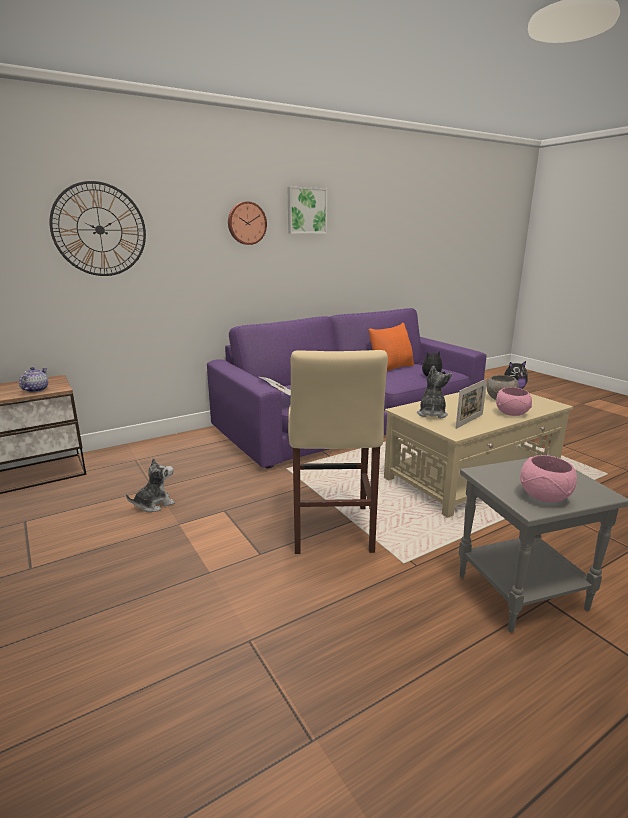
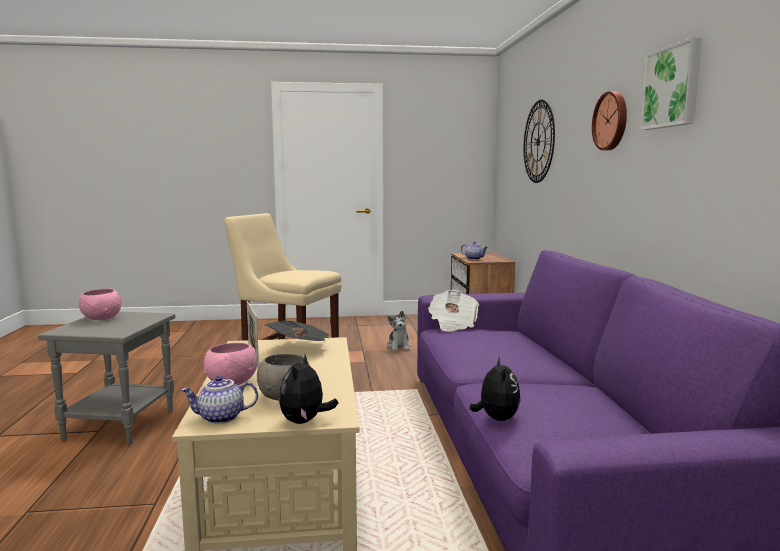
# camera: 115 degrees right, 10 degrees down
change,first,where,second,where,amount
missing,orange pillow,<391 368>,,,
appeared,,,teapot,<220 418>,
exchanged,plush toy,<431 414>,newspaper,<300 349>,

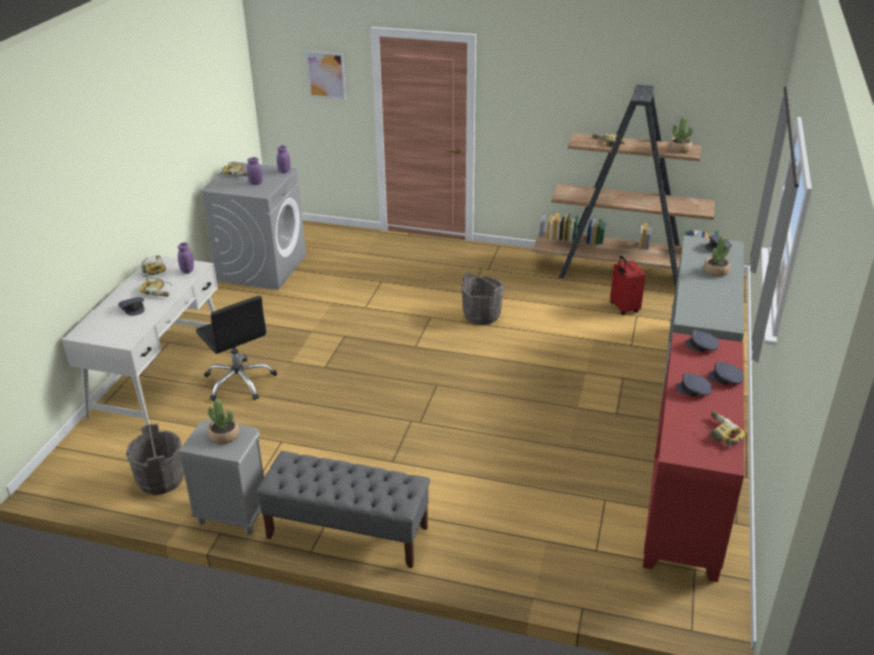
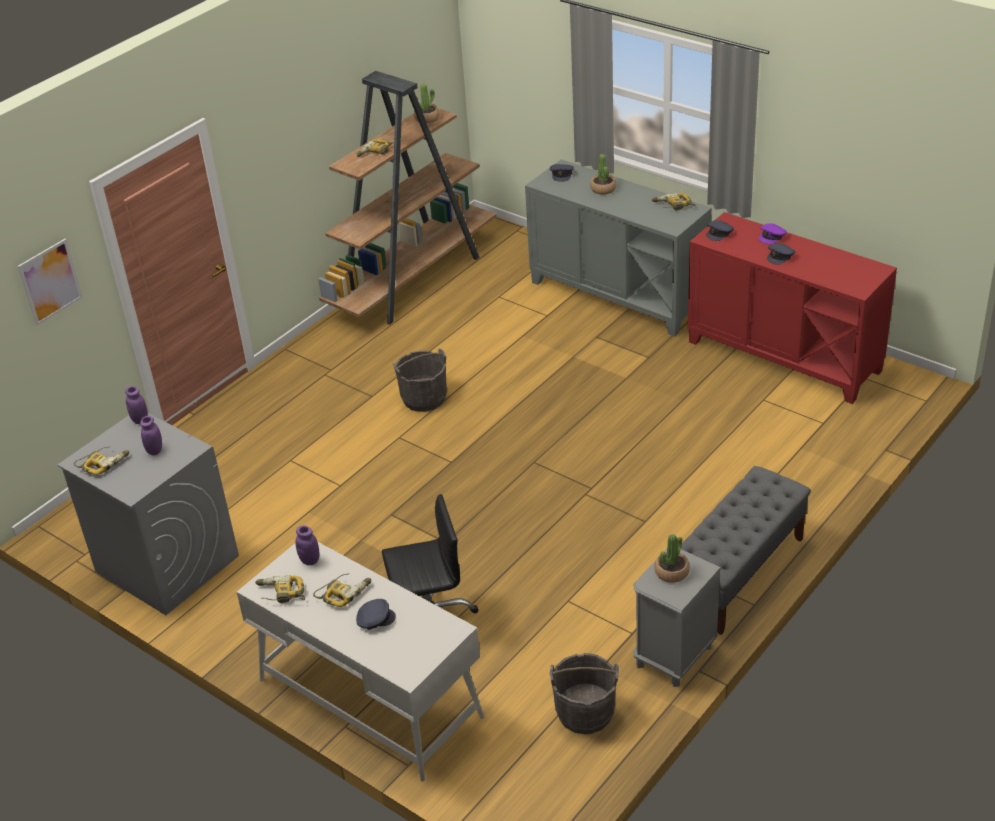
# camera: 65 degrees left, 5 degrees up
change,first,where,second,where,amount
missing,red suitcase,<623 308>,,,
relocated,power drill,<720 433>,,<673 206>,
colour,grey cap,<726 379>,purple cap,<772 236>,

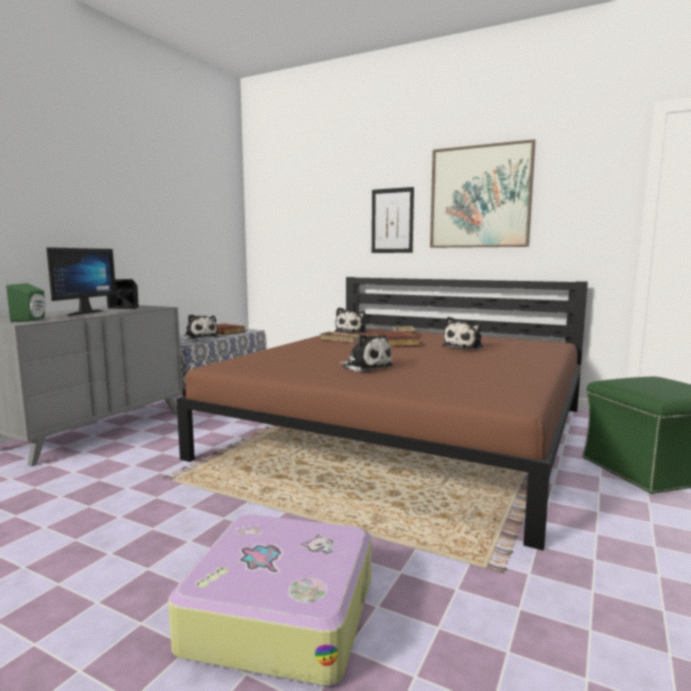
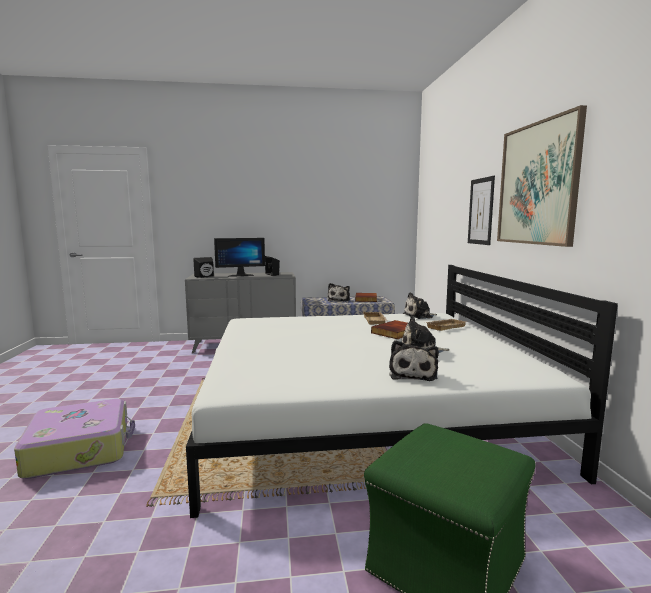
# camera: 55 degrees right, 0 degrees up
change,first,where,second,where,amount
relocated,plush toy,<365 367>,,<412 374>,
colour,green speaker,<31 319>,black speaker,<205 276>,
colour,brown bed,<406 431>,white bed,<364 413>,

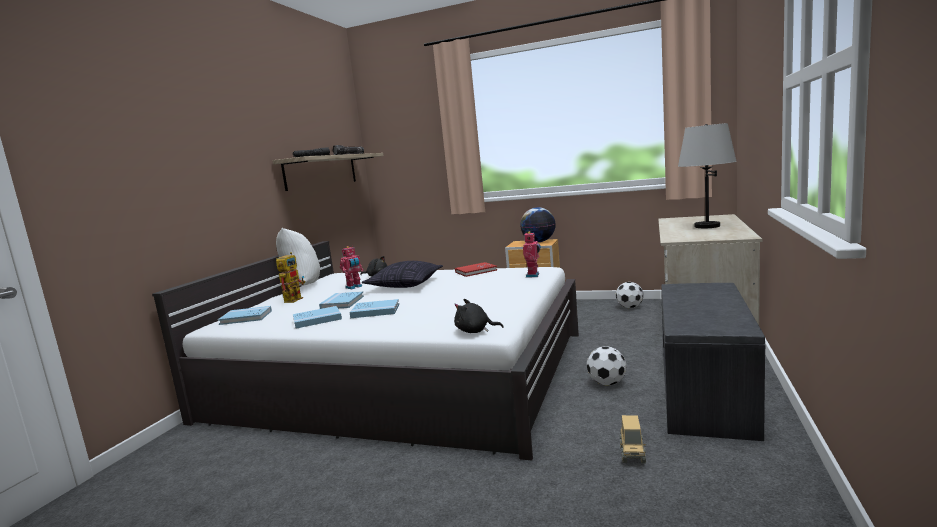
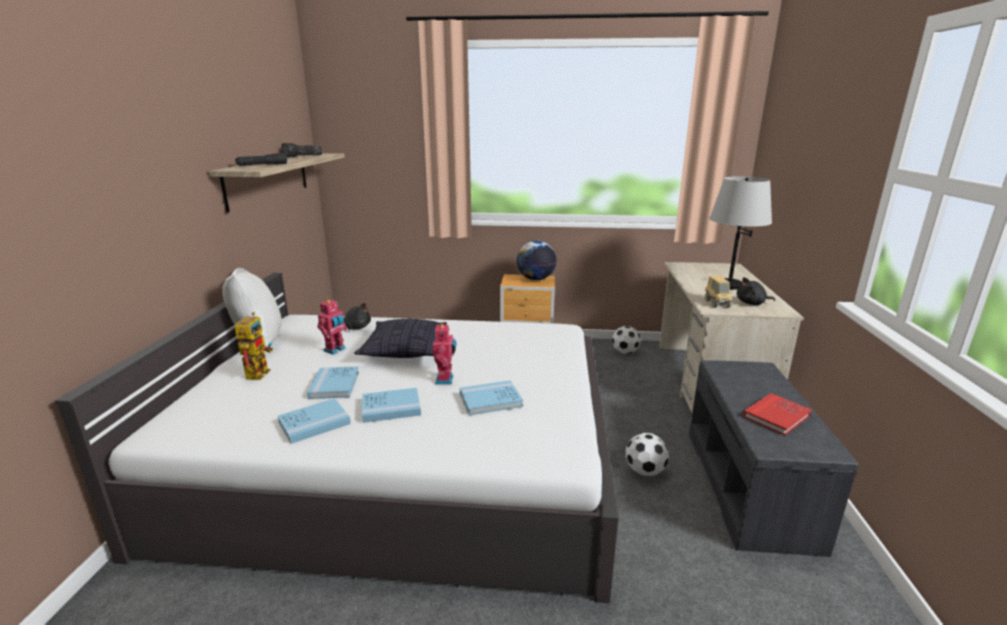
# camera: 15 degrees left, 10 degrees up
change,first,where,second,where,amount
relocated,blue book,<246 317>,,<490 400>,
relocated,black plush toy,<475 331>,,<752 303>,
relocated,red book,<476 271>,,<776 416>,
relocated,toy robot,<533 275>,,<446 380>,
relocated,toy truck,<632 454>,,<716 304>,

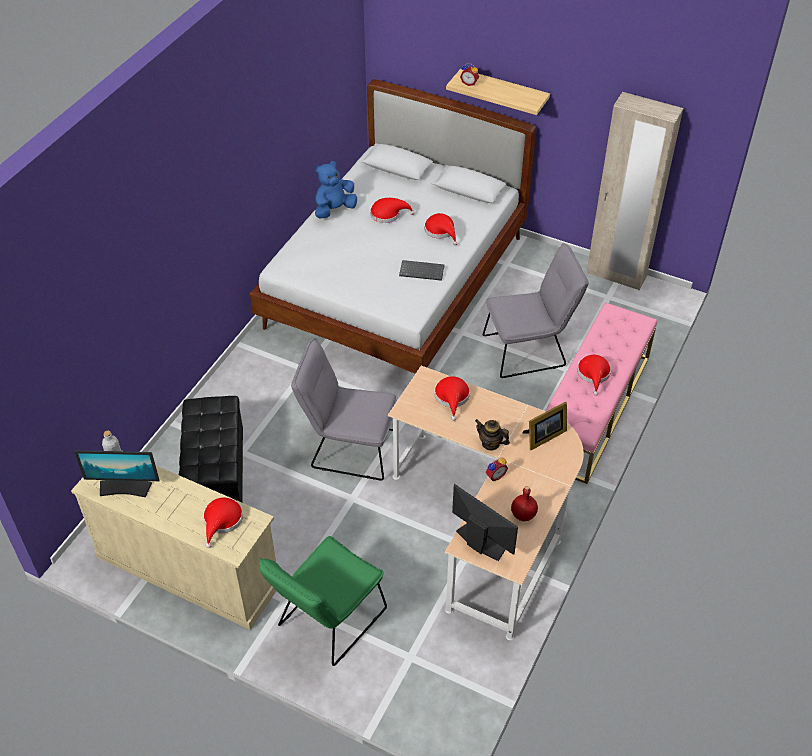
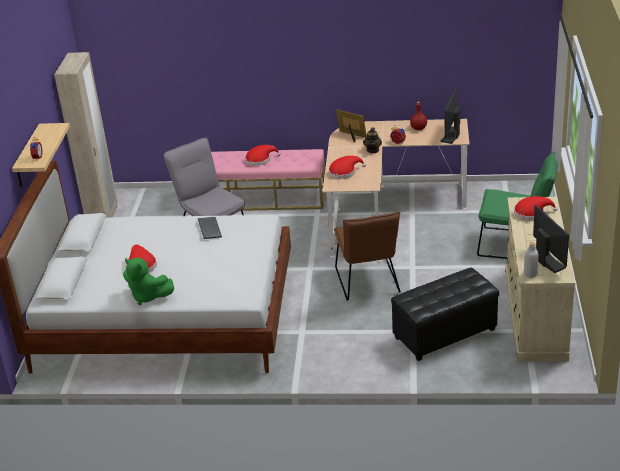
# camera: 110 degrees left, 15 degrees down
change,first,where,second,where,amount
missing,red hat,<441 231>,,,
colour,grey chair,<348 448>,brown chair,<368 283>,
colour,blue plush toy,<334 210>,green plush toy,<148 296>,

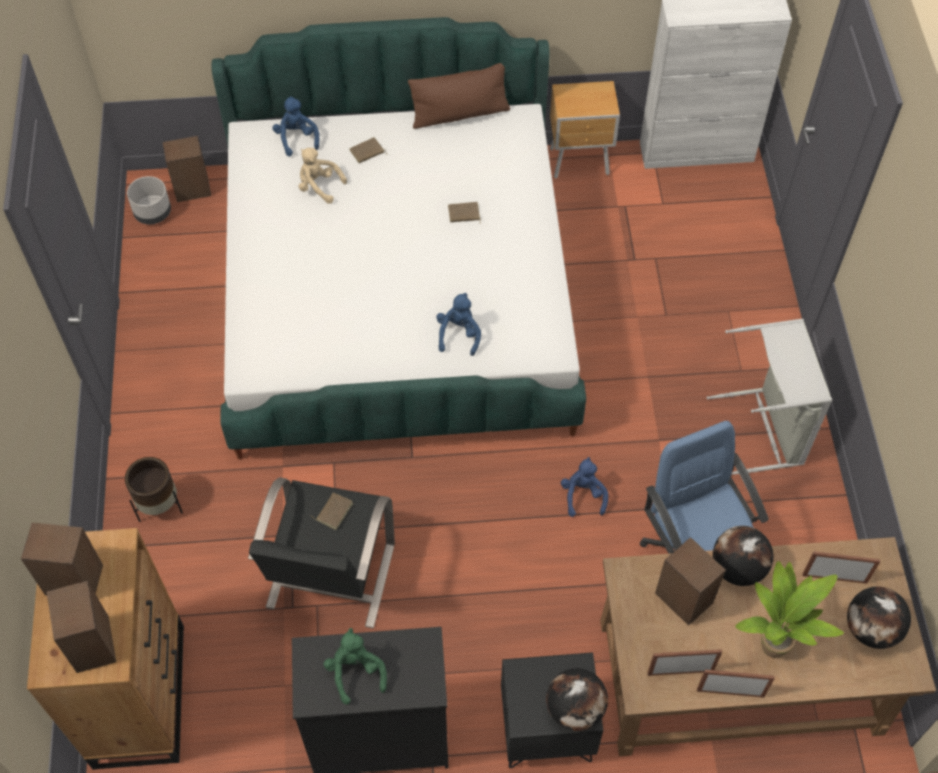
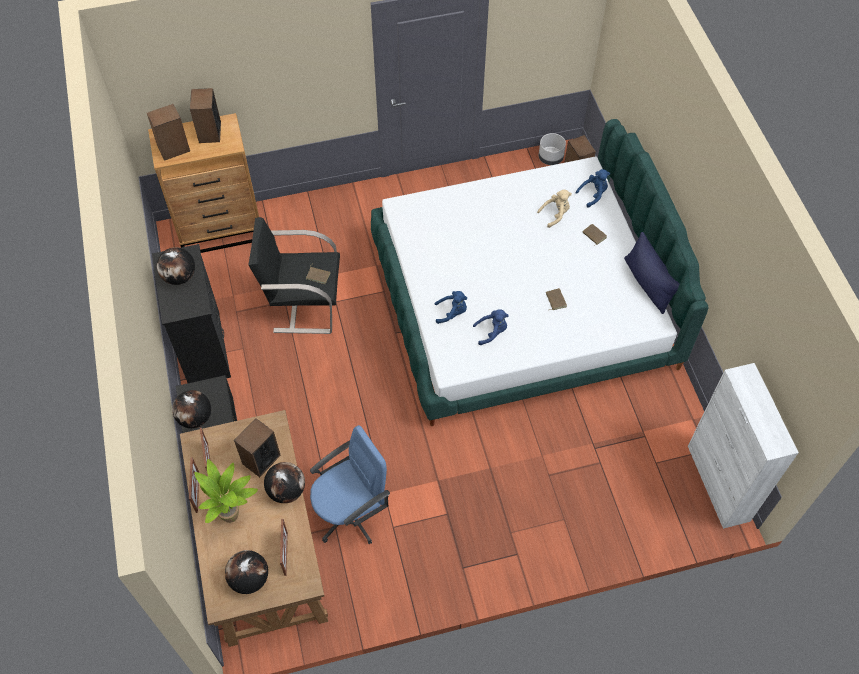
# camera: 80 degrees right, 0 degrees up
change,first,where,second,where,amount
missing,brown planter,<159 506>,,,
missing,brown nightstand,<581 162>,,,
missing,grey laundry basket,<766 429>,,,
relocated,blue plush toy,<583 495>,,<492 332>,
exchanged,green plush toy,<355 672>,globe,<180 277>,
colour,brown pillow,<460 114>,blue pillow,<647 284>,
spun,beige plush toy,<319 186>,,<555 214>,45 degrees clockwise

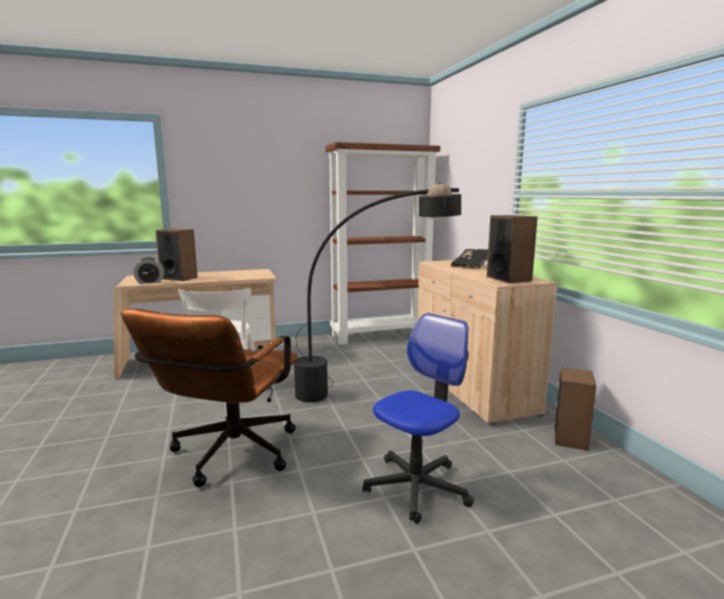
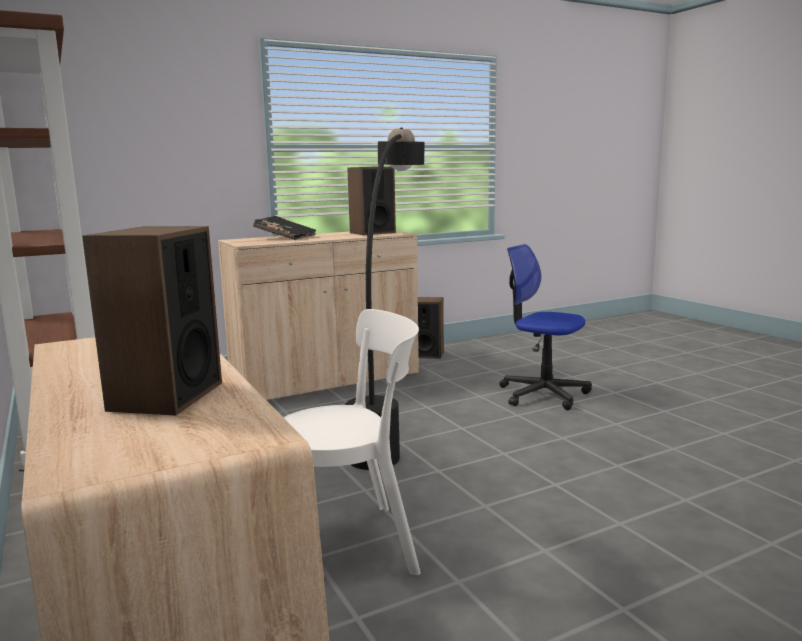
# camera: 100 degrees left, 0 degrees up
change,first,where,second,where,amount
missing,brown office chair,<228 457>,,,
missing,alarm clock,<150 282>,,,

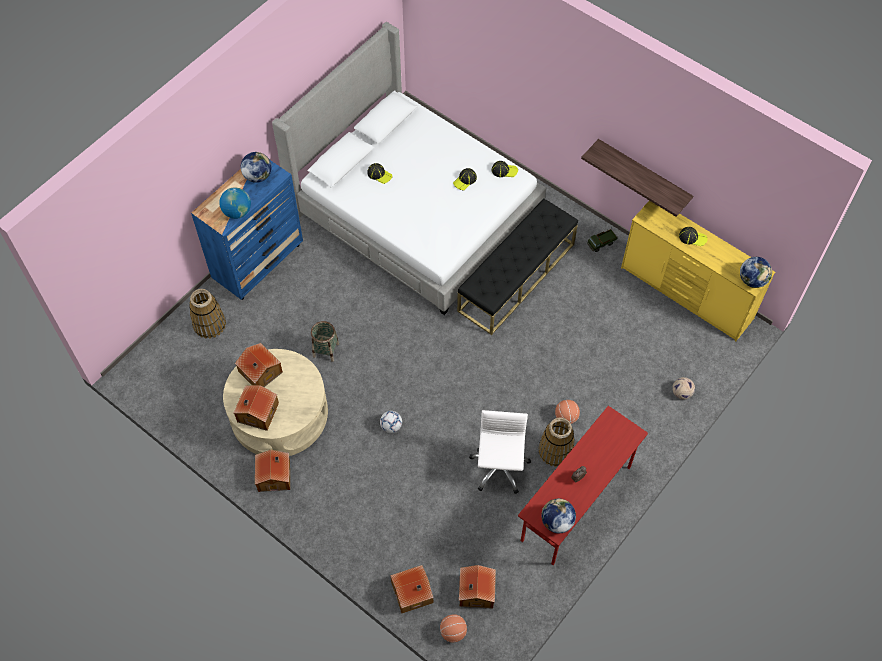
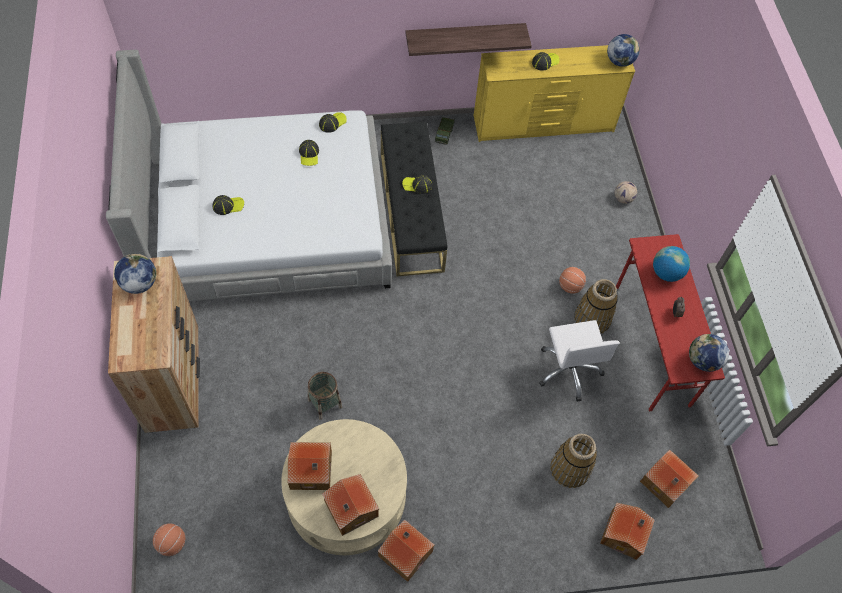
# camera: 50 degrees left, 0 degrees up
change,first,where,second,where,amount
missing,football,<391 426>,,,
appeared,,,cap,<417 185>,
relocated,basket,<209 324>,,<570 468>,
relocated,globe,<237 212>,,<666 273>,
relocated,basketball,<453 632>,,<172 543>,
colour,blue dresser,<259 262>,brown dresser,<174 380>,
spun,white office chair,<499 467>,,<569 370>,150 degrees counterclockwise

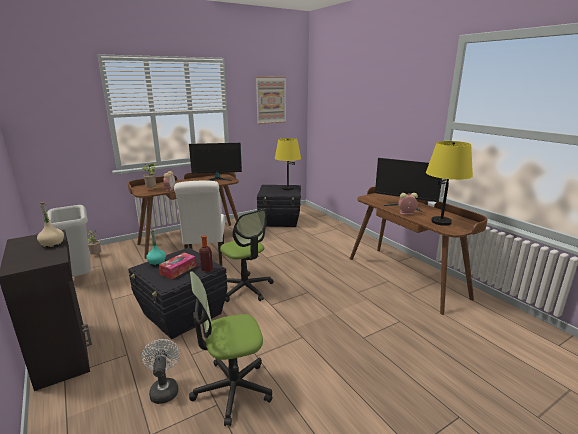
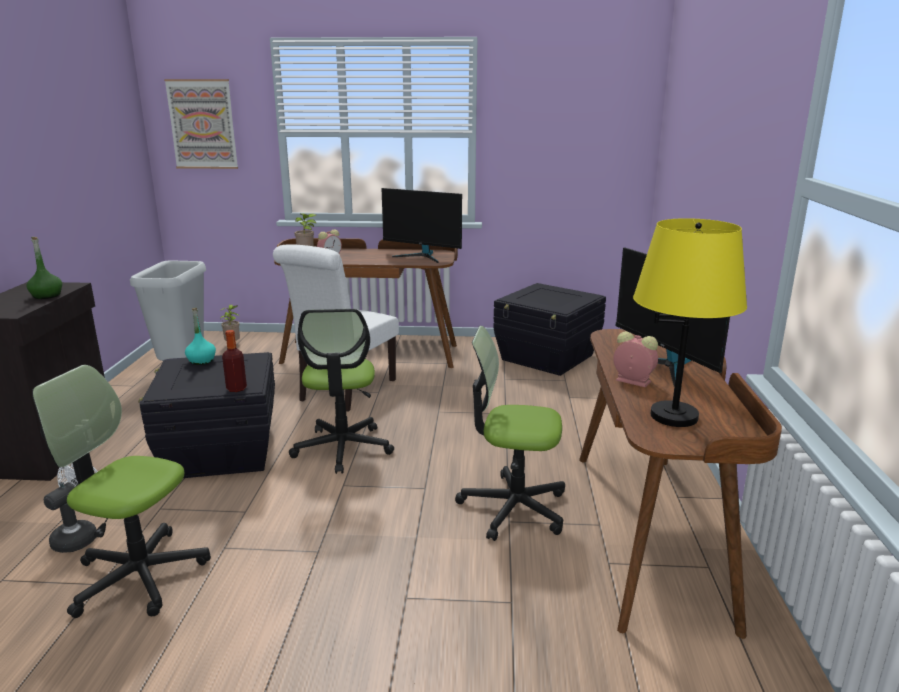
# camera: 35 degrees right, 0 degrees up
change,first,where,second,where,amount
missing,tissue box,<178 270>,,,
missing,yellow table lamp,<287 188>,,,
appeared,,,office chair,<513 507>,
relocated,picture,<271 100>,,<202 124>,
colour,beige bottle,<52 244>,green bottle,<47 296>,

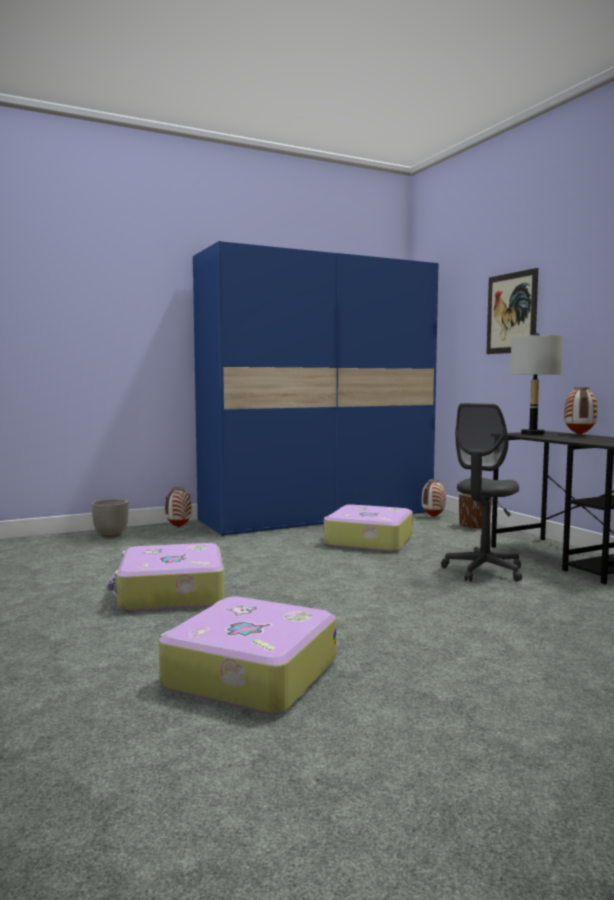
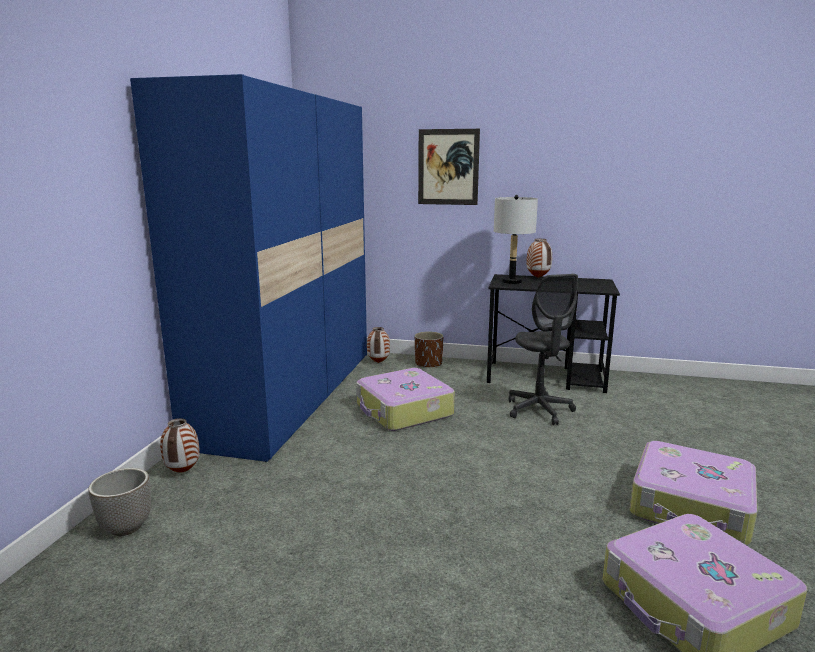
# camera: 50 degrees left, 10 degrees up
change,first,where,second,where,amount
relocated,suitcase,<170 594>,,<691 507>,

